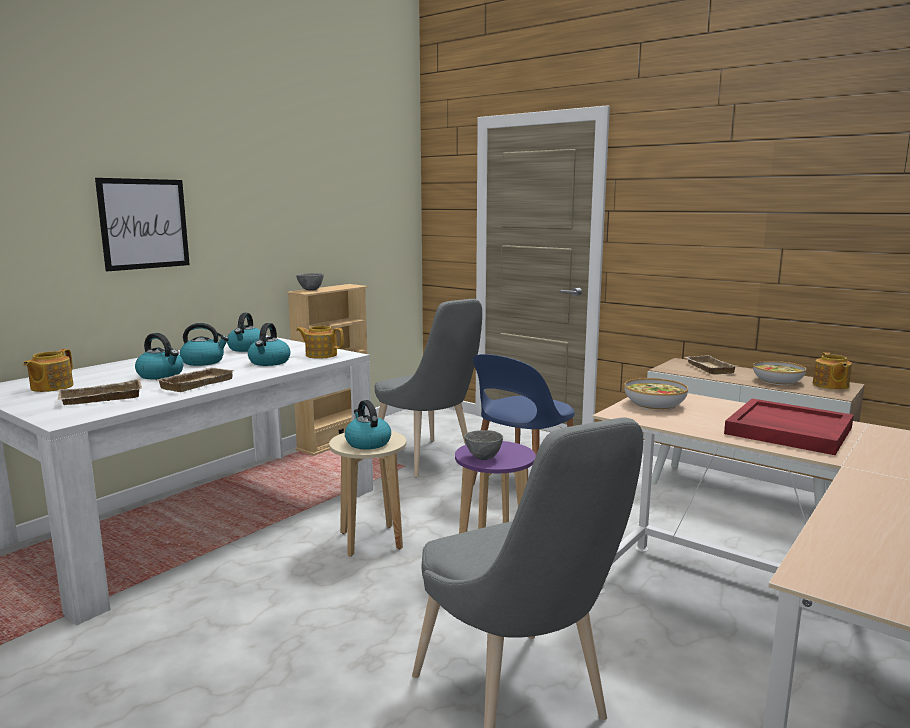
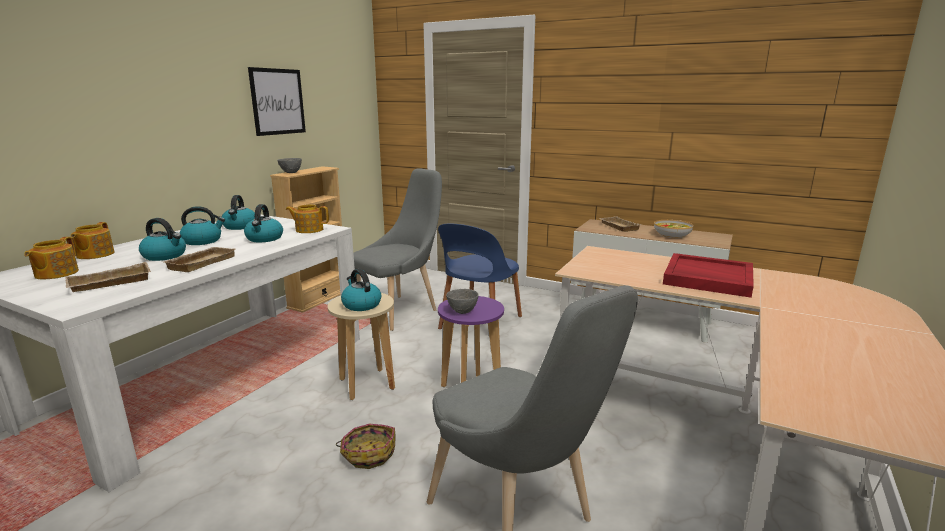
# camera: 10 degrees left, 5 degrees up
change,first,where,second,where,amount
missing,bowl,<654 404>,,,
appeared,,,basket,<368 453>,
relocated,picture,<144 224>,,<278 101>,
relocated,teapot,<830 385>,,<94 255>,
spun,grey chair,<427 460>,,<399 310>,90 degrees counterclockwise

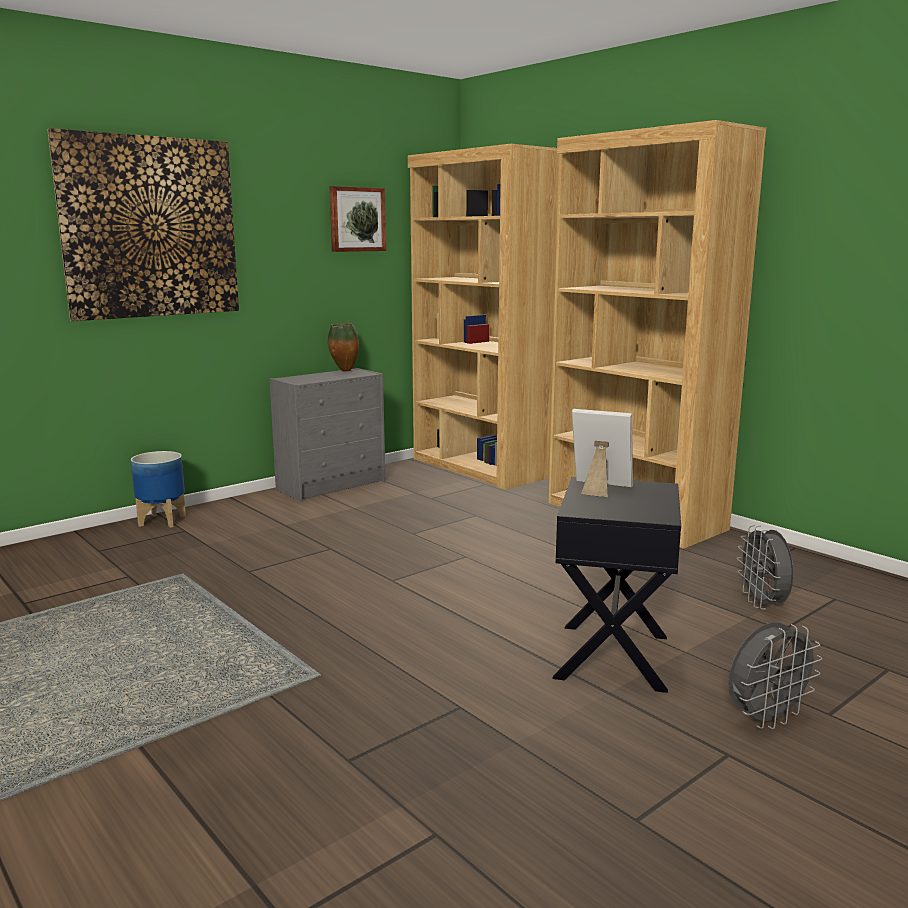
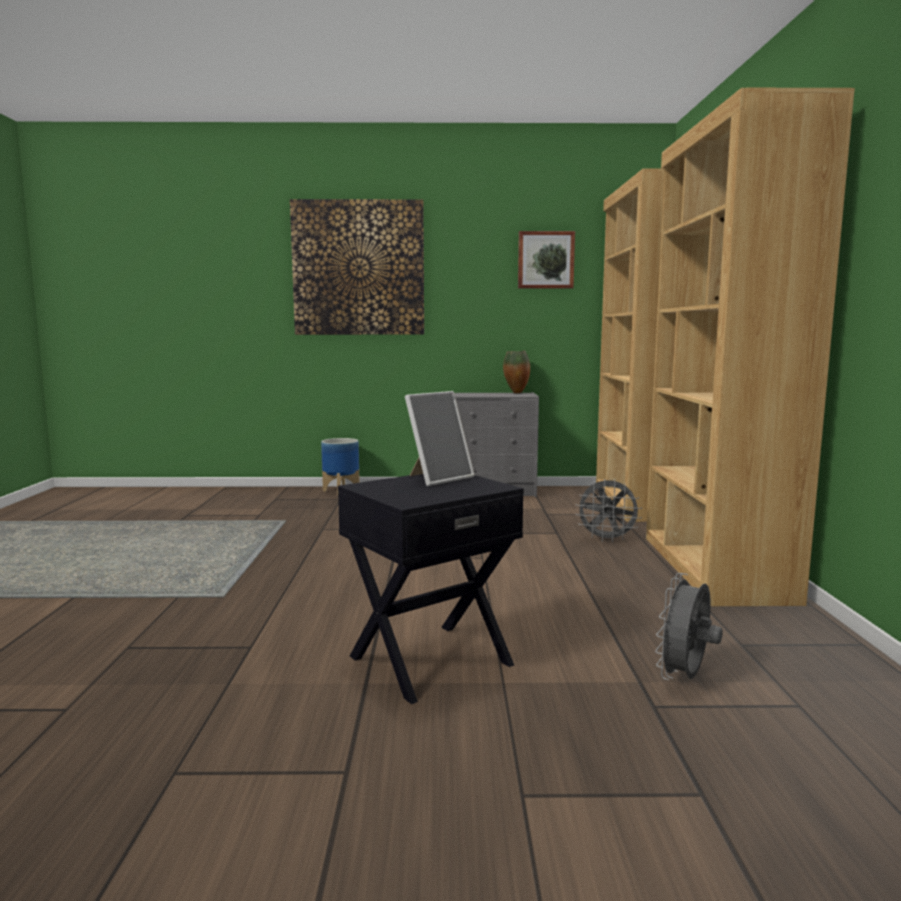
# camera: 40 degrees right, 5 degrees down
change,first,where,second,where,amount
relocated,grey fan,<766 719>,,<607 539>,
spun,picture frame,<599 489>,,<437 478>,75 degrees clockwise

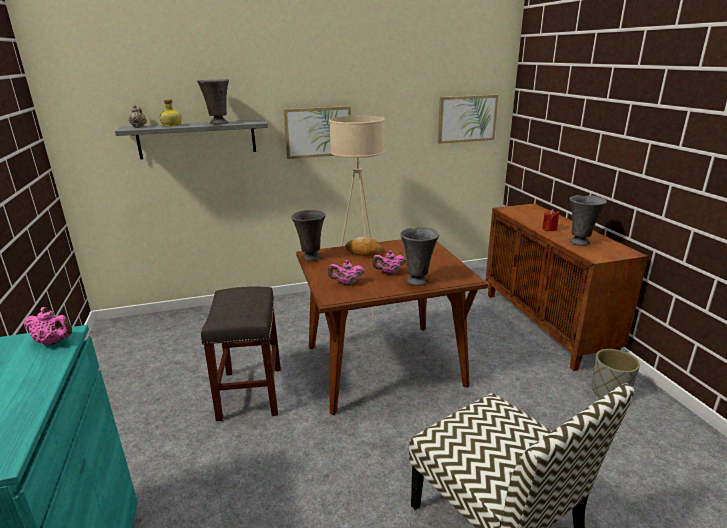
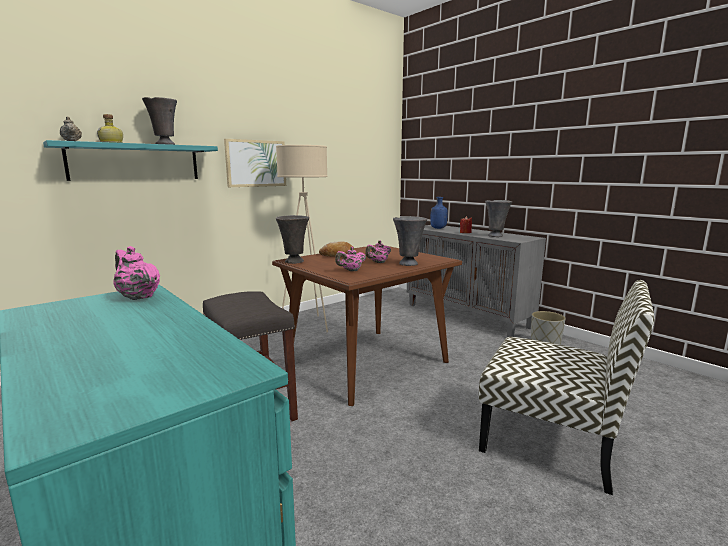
# camera: 25 degrees left, 10 degrees down
change,first,where,second,where,amount
missing,picture,<467 118>,,,
appeared,,,blue bottle,<438 228>,
colour,grey shelf,<197 139>,turquoise shelf,<135 162>,
colour,brown cabinet,<545 325>,grey cabinet,<467 316>,
spun,pink teapot,<54 342>,,<137 297>,135 degrees counterclockwise

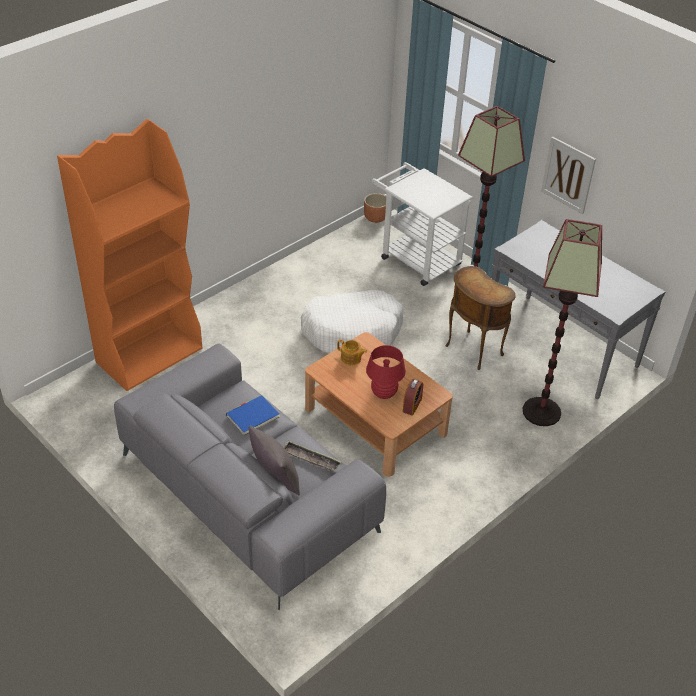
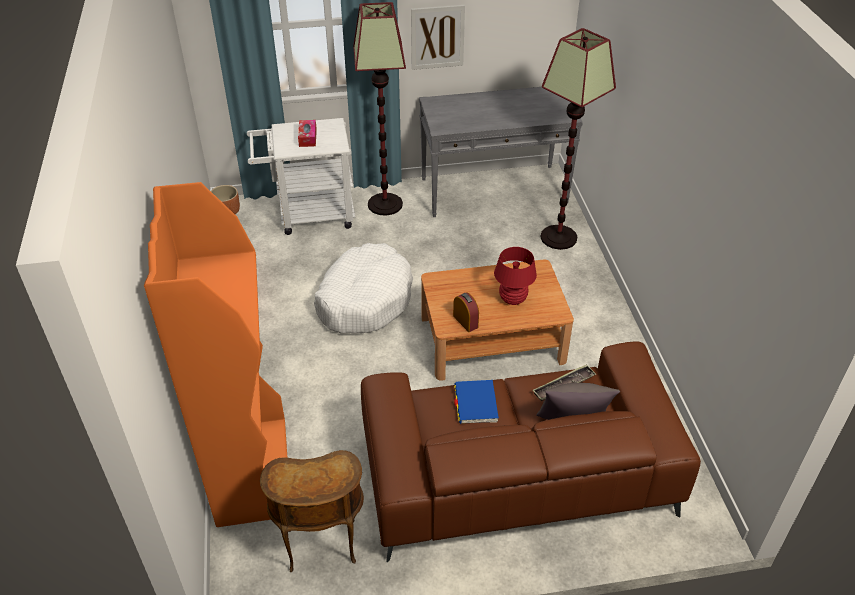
# camera: 55 degrees left, 0 degrees up
change,first,where,second,where,amount
missing,teapot,<351 358>,,,
appeared,,,tissue box,<307 137>,
relocated,alarm clock,<412 405>,,<465 321>,
relocated,brown side table,<472 351>,,<322 548>,
colour,grey sofa,<247 492>,brown sofa,<516 474>,

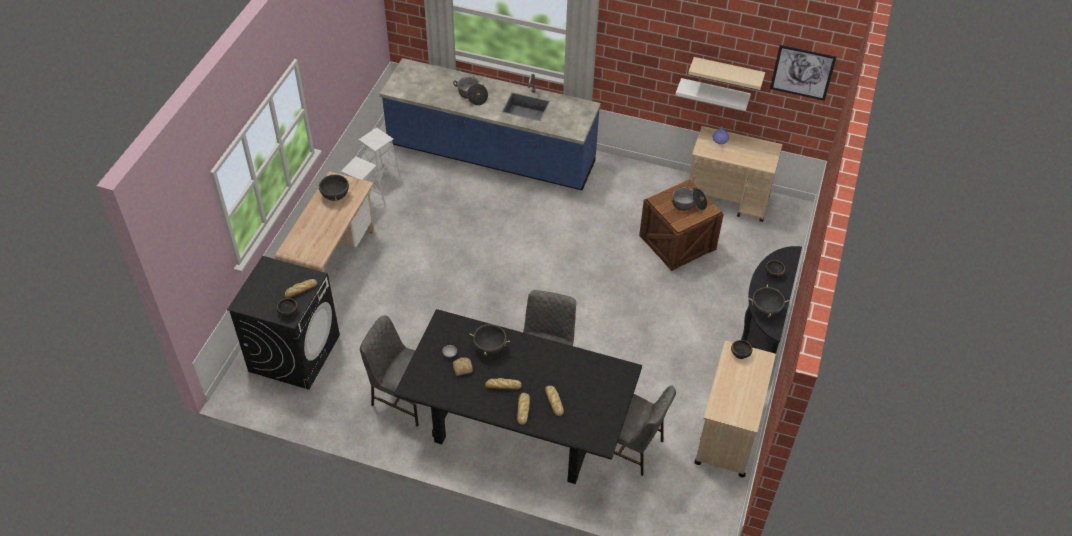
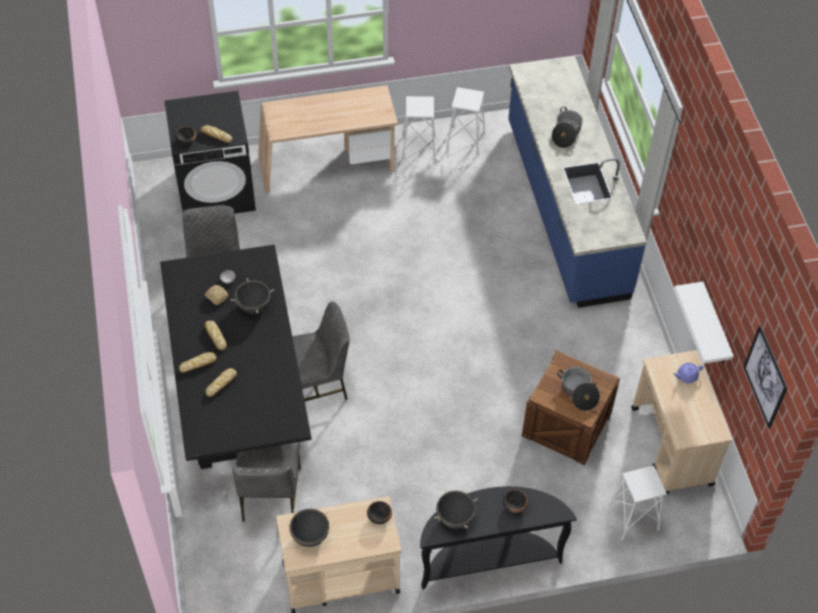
# camera: 60 degrees right, 5 degrees up
change,first,where,second,where,amount
missing,beige shelf,<727 73>,,,
appeared,,,white stool,<633 518>,
relocated,black cooking pot,<335 196>,,<310 536>,

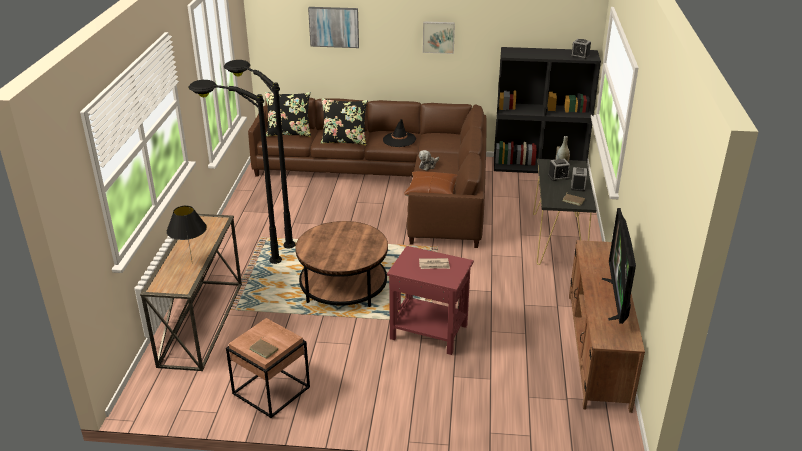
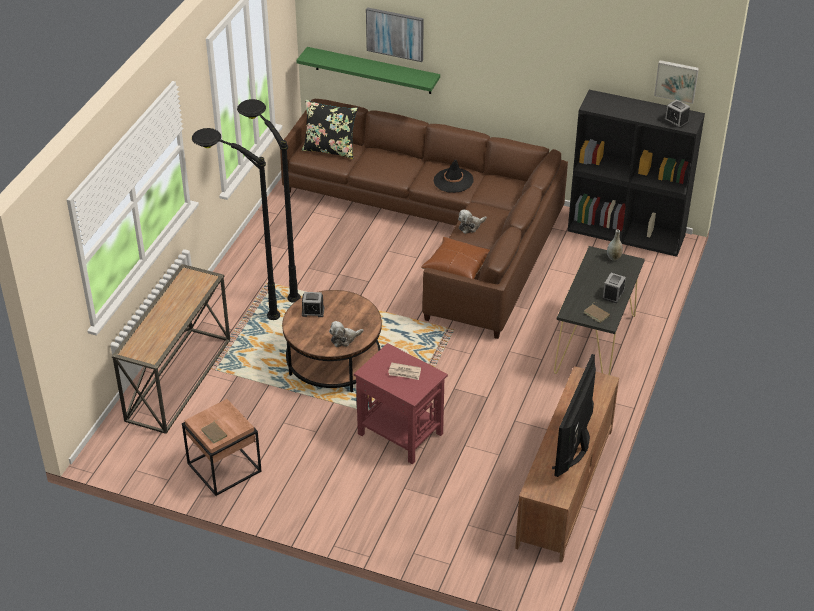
# camera: 15 degrees right, 10 degrees up
change,first,where,second,where,amount
missing,black table lamp,<192 263>,,,
missing,black pillow,<344 141>,,,
appeared,,,green shelf,<373 70>,
appeared,,,plush toy,<344 339>,
relocated,picture,<438 37>,,<676 80>,
relocated,alarm clock,<558 177>,,<313 311>,

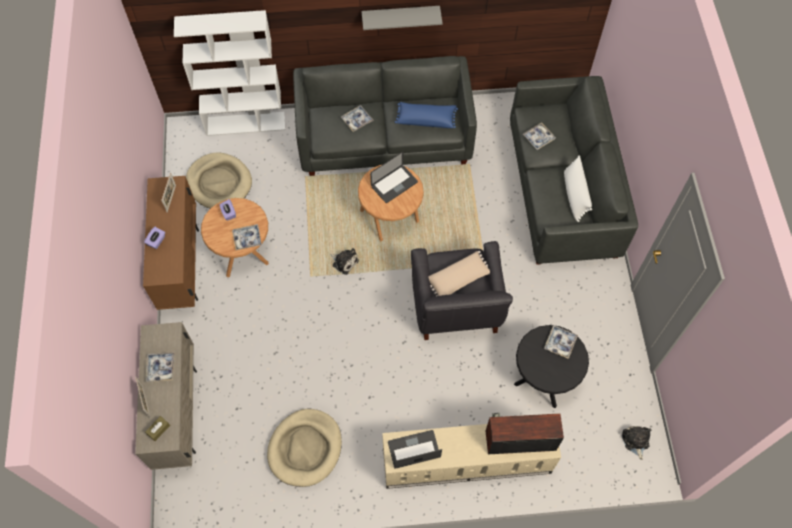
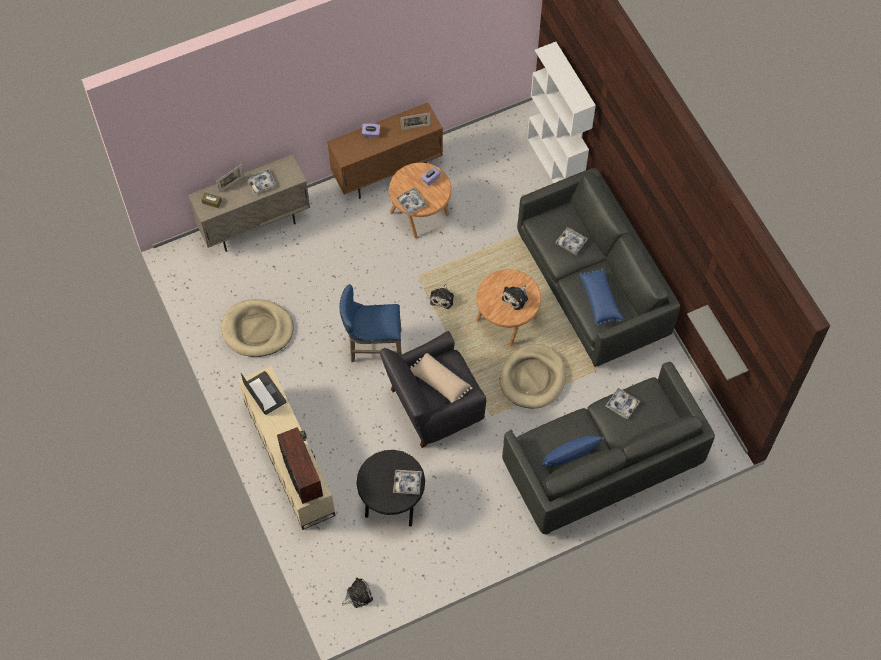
# camera: 70 degrees right, 0 degrees up
change,first,where,second,where,amount
appeared,,,blue stool,<372 347>,
relocated,beige dog bed,<219 183>,,<532 378>,
relocated,grey shelf,<400 16>,,<726 342>,
exchanged,laptop,<394 184>,plush toy,<516 298>,
colour,white pillow,<574 195>,blue pillow,<570 455>,

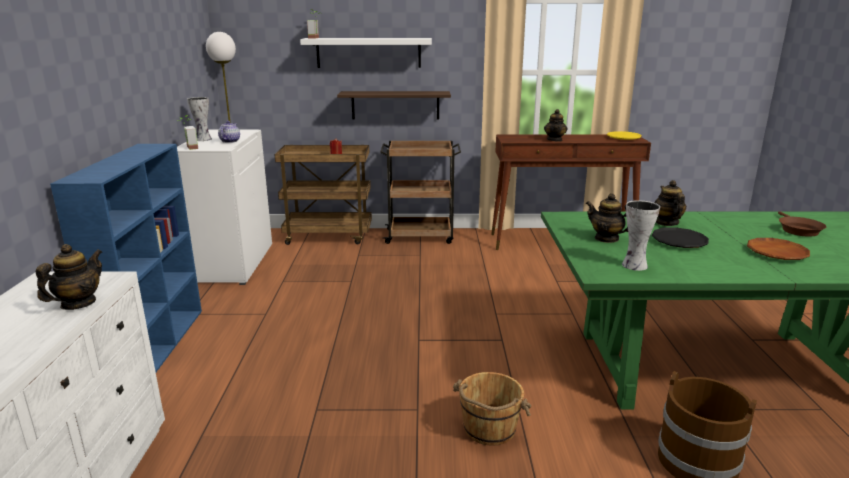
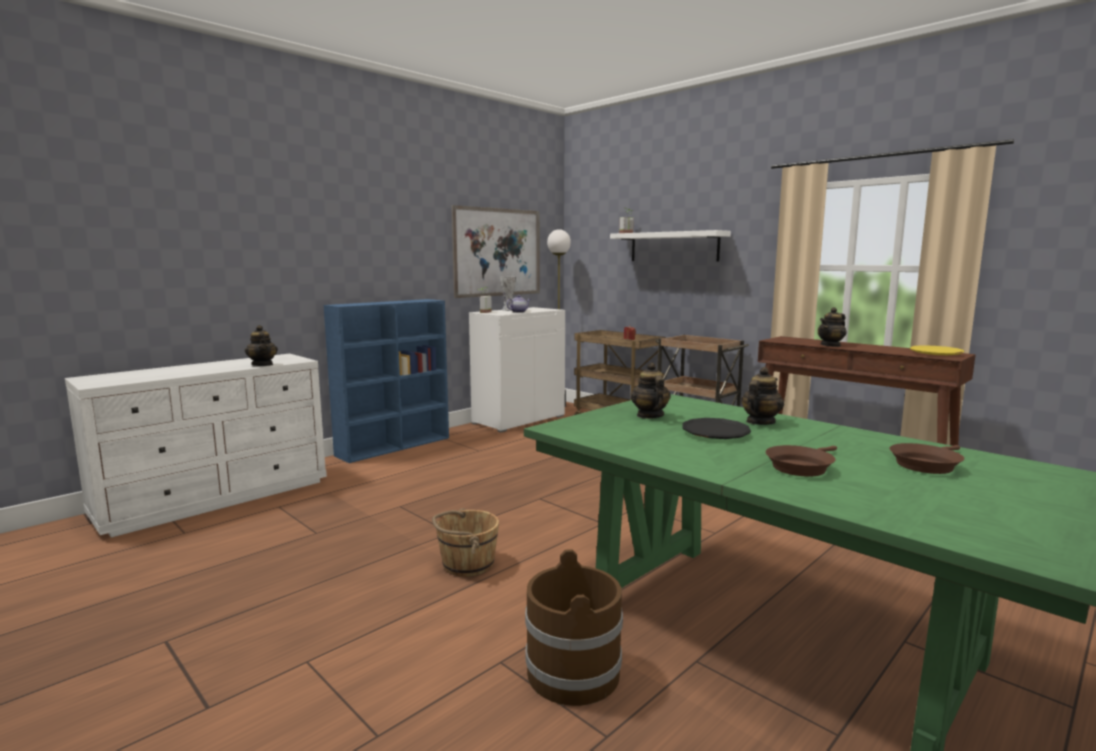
# camera: 45 degrees right, 10 degrees down
change,first,where,second,where,amount
missing,shelf,<395 105>,,,
missing,vase,<633 265>,,,
appeared,,,picture,<498 252>,
exchanged,brown plate,<776 253>,brown frying pan,<801 466>,
spun,teapot,<78 304>,,<262 364>,75 degrees clockwise

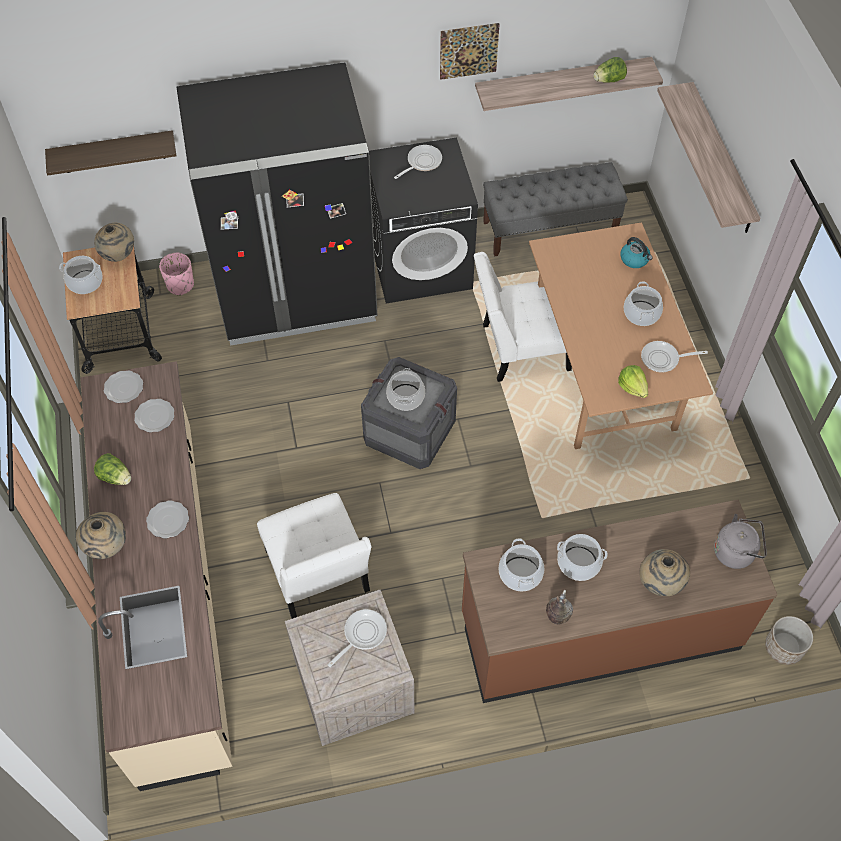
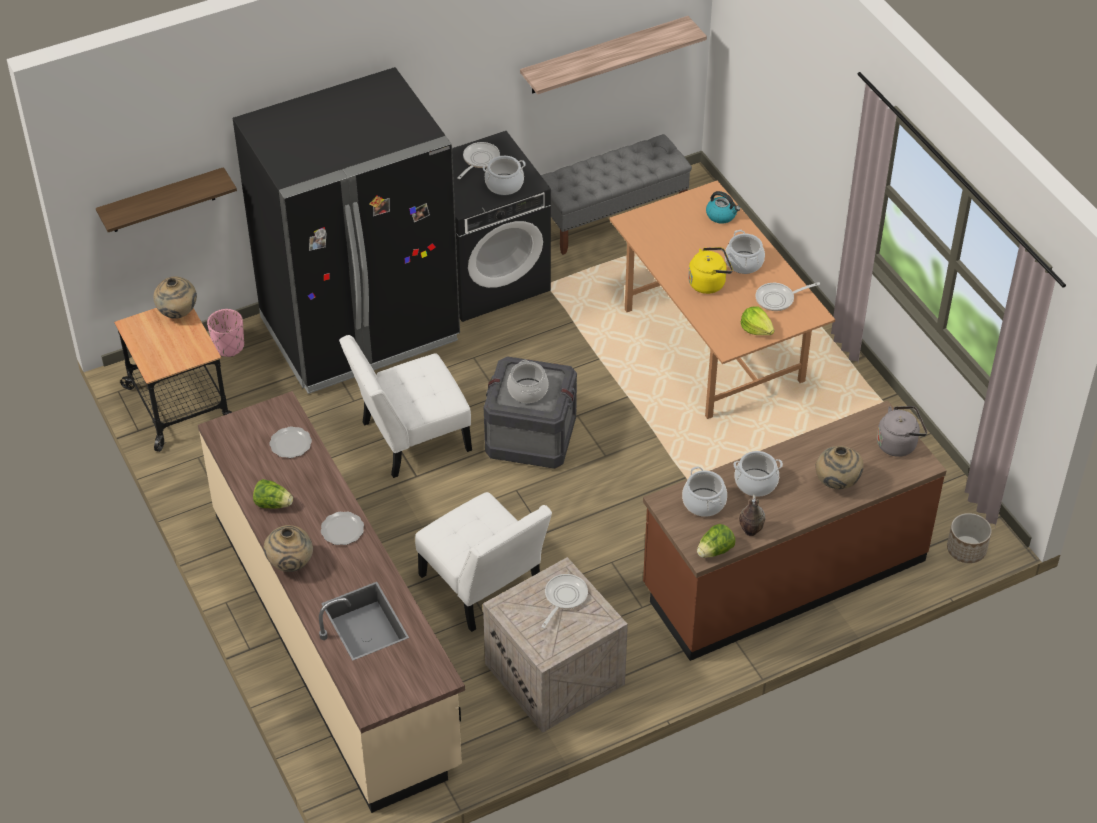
# camera: 15 degrees left, 10 degrees down
change,first,where,second,where,amount
missing,plate,<123 387>,,,
missing,picture,<468 51>,,,
missing,shelf,<721 159>,,,
appeared,,,yellow kettle,<709 283>,
relocated,cooking pot,<85 282>,,<504 184>,
relocated,white chair,<520 348>,,<410 438>,
relocated,lettuce,<609 80>,,<715 551>,

